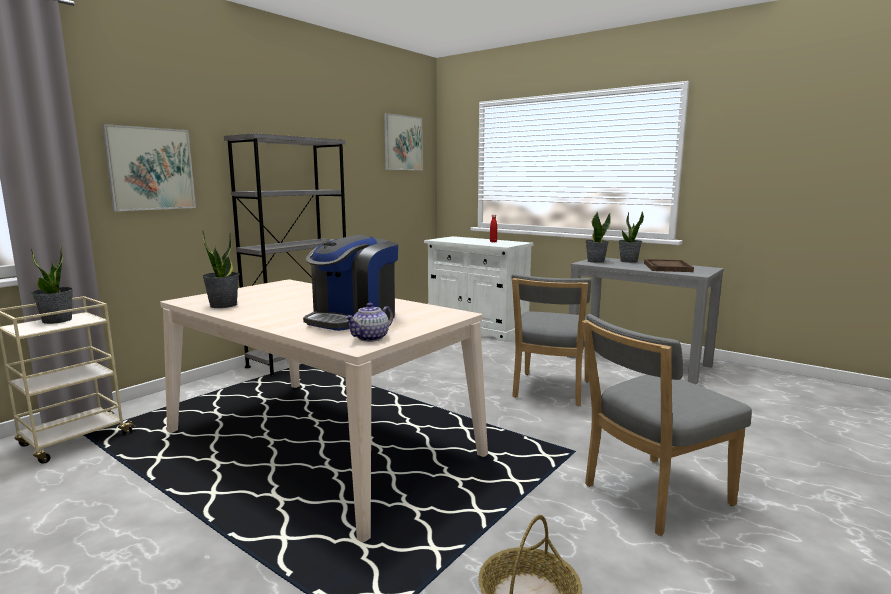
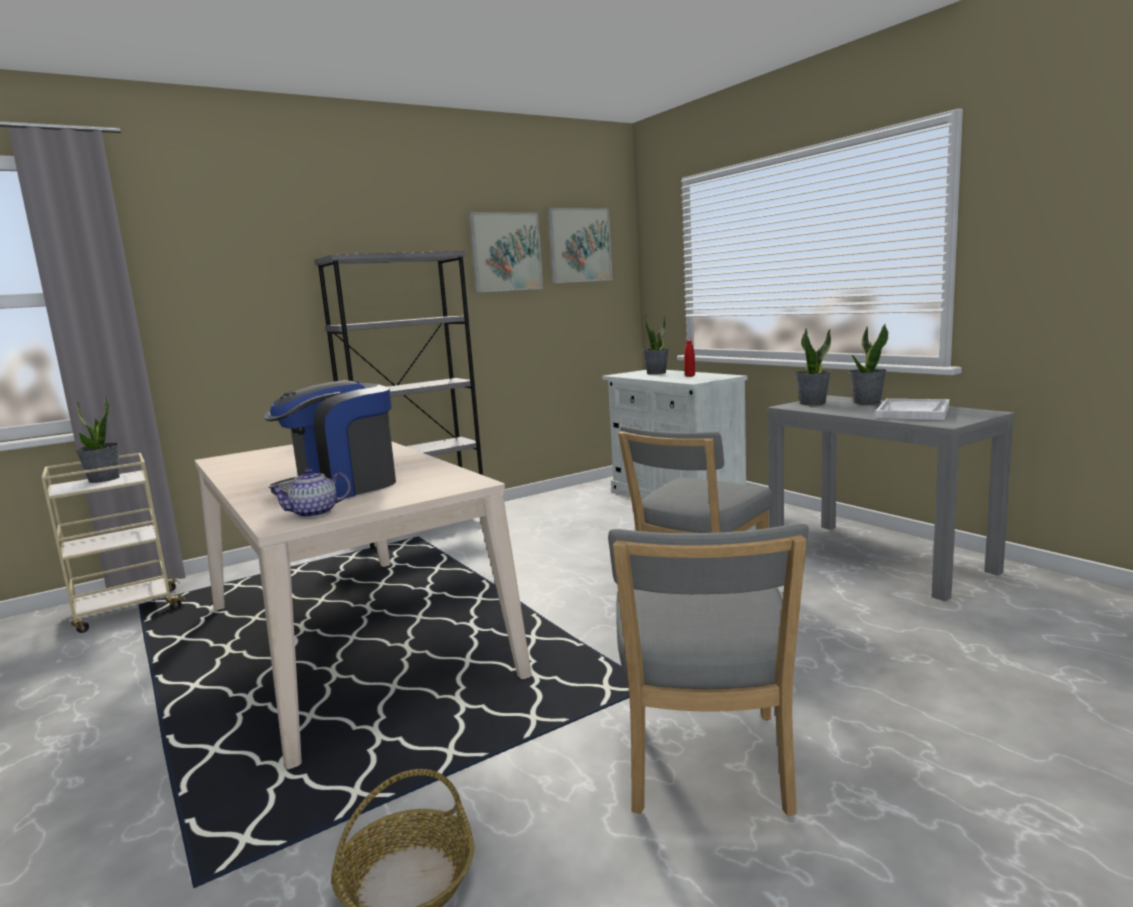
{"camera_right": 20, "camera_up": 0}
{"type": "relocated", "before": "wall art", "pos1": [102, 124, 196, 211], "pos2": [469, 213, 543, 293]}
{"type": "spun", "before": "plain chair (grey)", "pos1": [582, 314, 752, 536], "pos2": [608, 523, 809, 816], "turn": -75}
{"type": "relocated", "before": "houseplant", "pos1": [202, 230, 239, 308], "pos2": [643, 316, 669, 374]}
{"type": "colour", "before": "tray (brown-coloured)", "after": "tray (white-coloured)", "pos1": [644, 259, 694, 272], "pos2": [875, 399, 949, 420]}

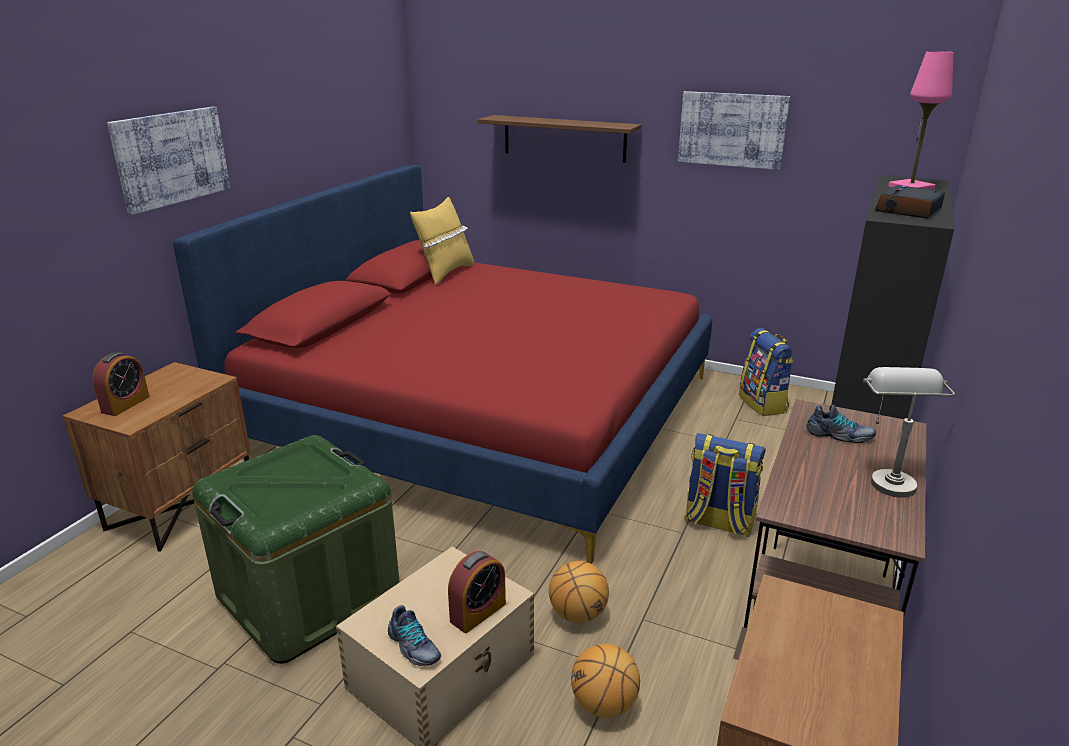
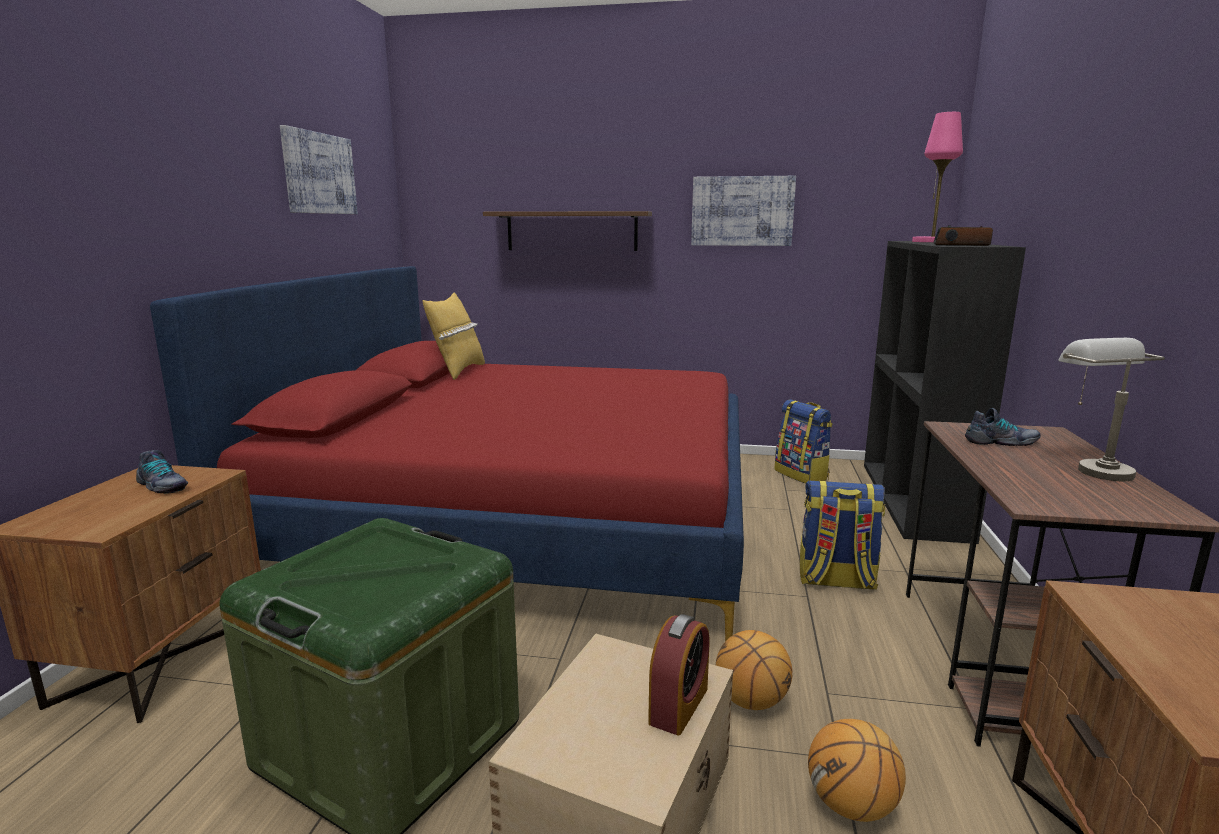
{"camera_right": -15, "camera_up": -10}
{"type": "relocated", "before": "shoe", "pos1": [388, 605, 441, 666], "pos2": [136, 450, 188, 494]}
{"type": "relocated", "before": "wall art", "pos1": [107, 107, 230, 215], "pos2": [280, 125, 358, 214]}
{"type": "missing", "before": "bedside clock", "pos1": [93, 352, 150, 416]}

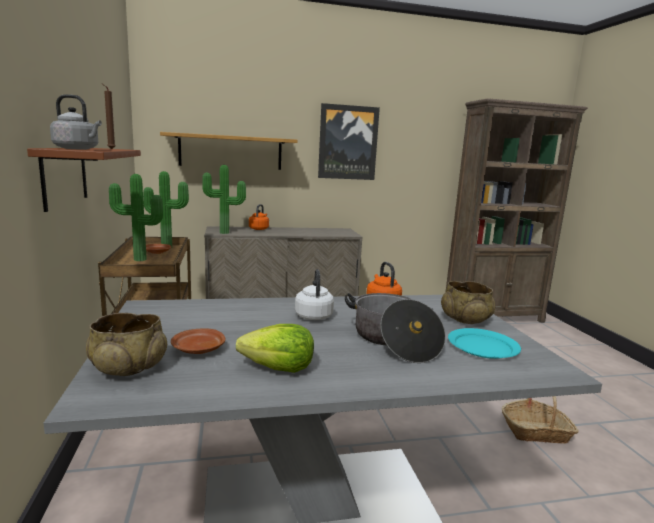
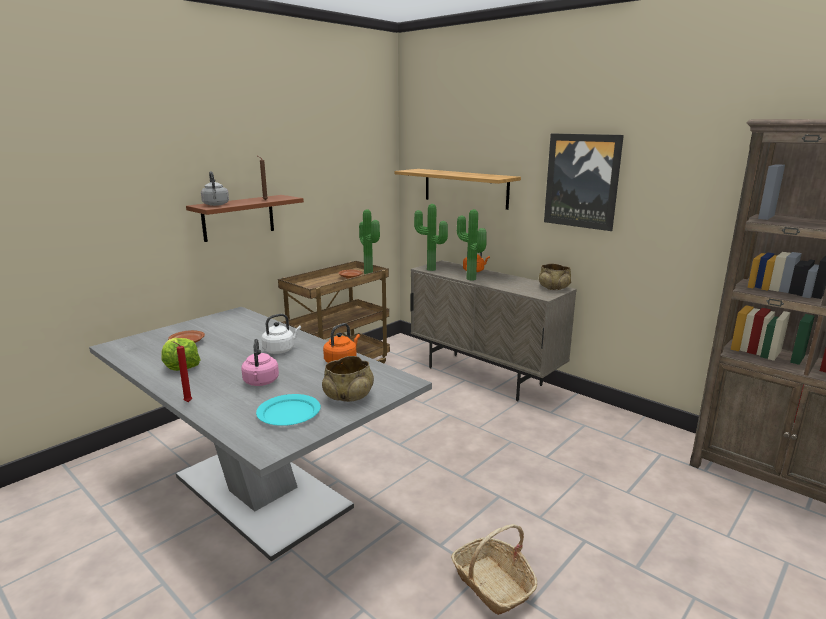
{"camera_right": 55, "camera_up": 5}
{"type": "appeared", "after": "candle (red)", "pos2": [172, 341, 192, 402]}
{"type": "exchanged", "before": "cooking pot", "after": "tea kettle (pink)", "pos1": [345, 293, 446, 363], "pos2": [241, 339, 279, 386]}
{"type": "relocated", "before": "houseplant", "pos1": [109, 174, 163, 261], "pos2": [457, 209, 487, 281]}
{"type": "relocated", "before": "serving bowl (sand-coloured)", "pos1": [86, 313, 167, 376], "pos2": [539, 264, 571, 290]}

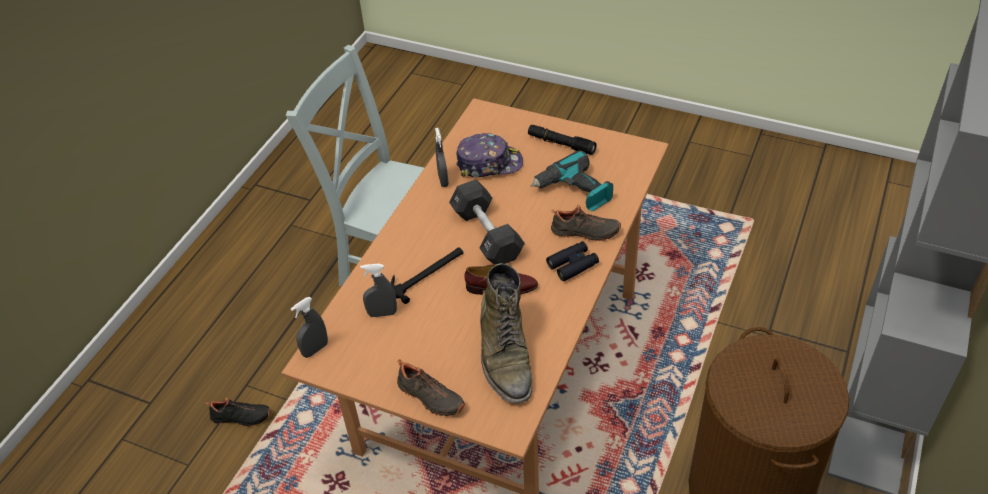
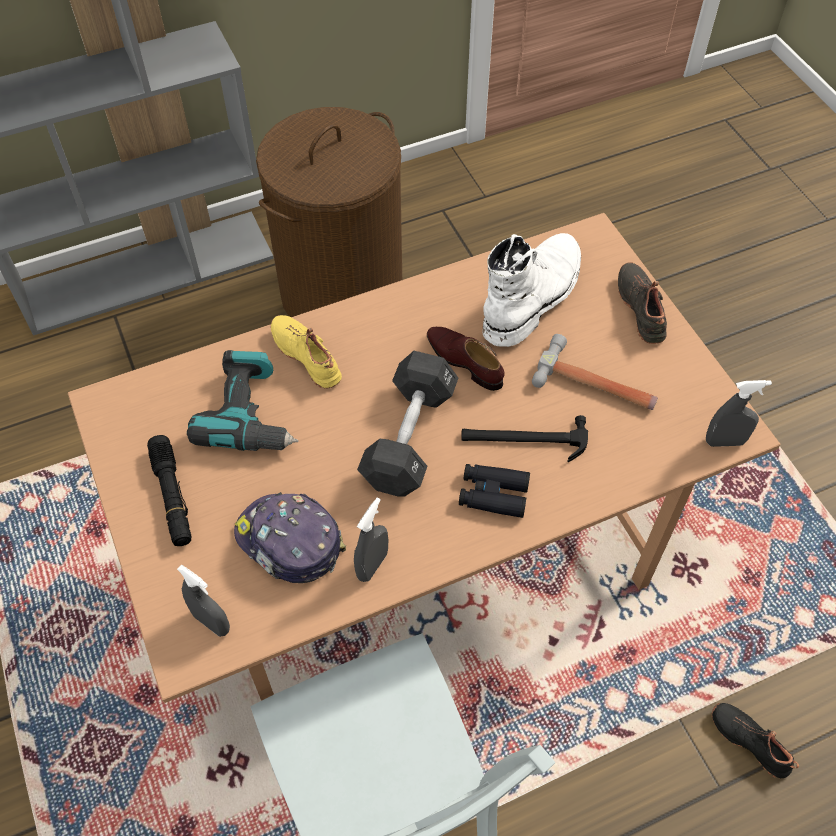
{"camera_right": -140, "camera_up": 10}
{"type": "relocated", "before": "hand sprayer (grey)", "pos1": [360, 264, 397, 317], "pos2": [177, 565, 230, 637]}
{"type": "colour", "before": "shoe (black-coloured)", "after": "shoe (yellowish)", "pos1": [551, 205, 621, 241], "pos2": [271, 315, 342, 389]}
{"type": "relocated", "before": "field glasses (black-coloured)", "pos1": [546, 241, 599, 281], "pos2": [459, 464, 530, 518]}
{"type": "colour", "before": "tall boot (green-coloured)", "after": "tall boot (white-coloured)", "pos1": [480, 263, 532, 403], "pos2": [482, 233, 581, 347]}
{"type": "appeared", "after": "tool hammer", "pos2": [532, 334, 658, 410]}

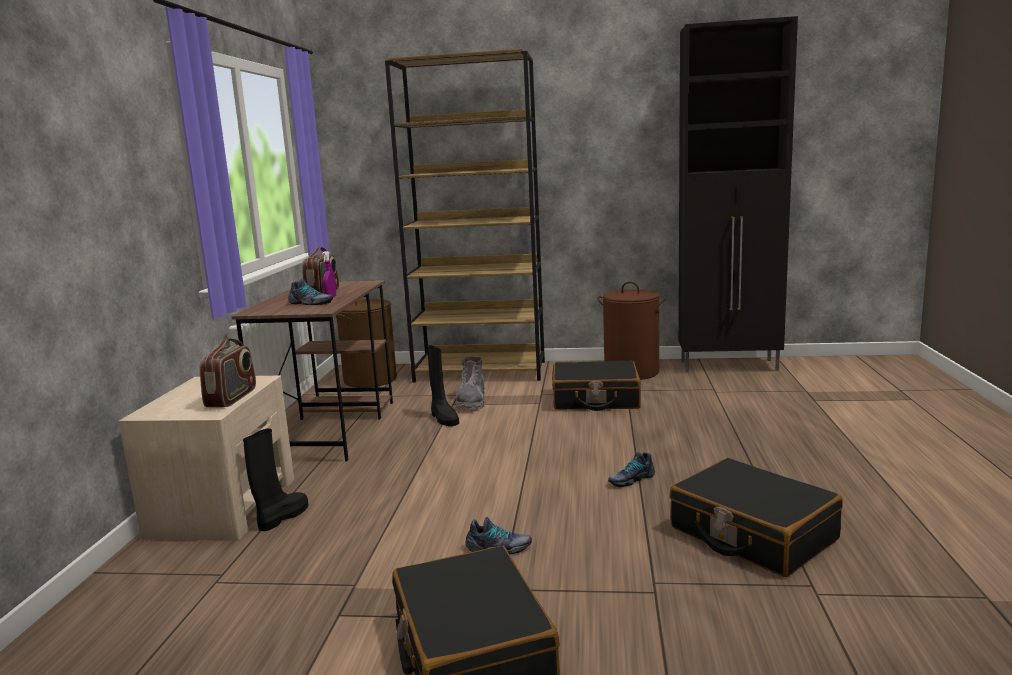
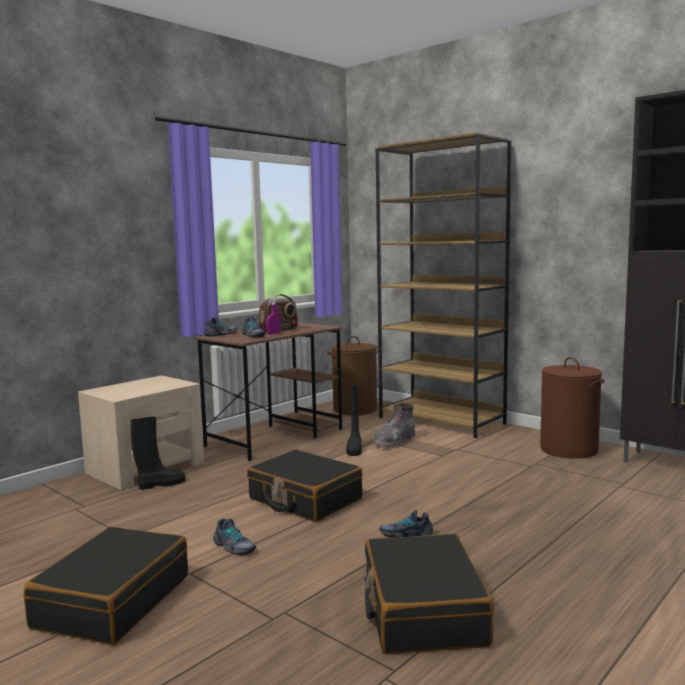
{"camera_right": 35, "camera_up": -5}
{"type": "appeared", "after": "shoe", "pos2": [204, 317, 237, 337]}
{"type": "relocated", "before": "travel case (black-coloured)", "pos1": [552, 361, 641, 411], "pos2": [247, 450, 363, 522]}
{"type": "missing", "before": "radio set", "pos1": [200, 338, 256, 407]}

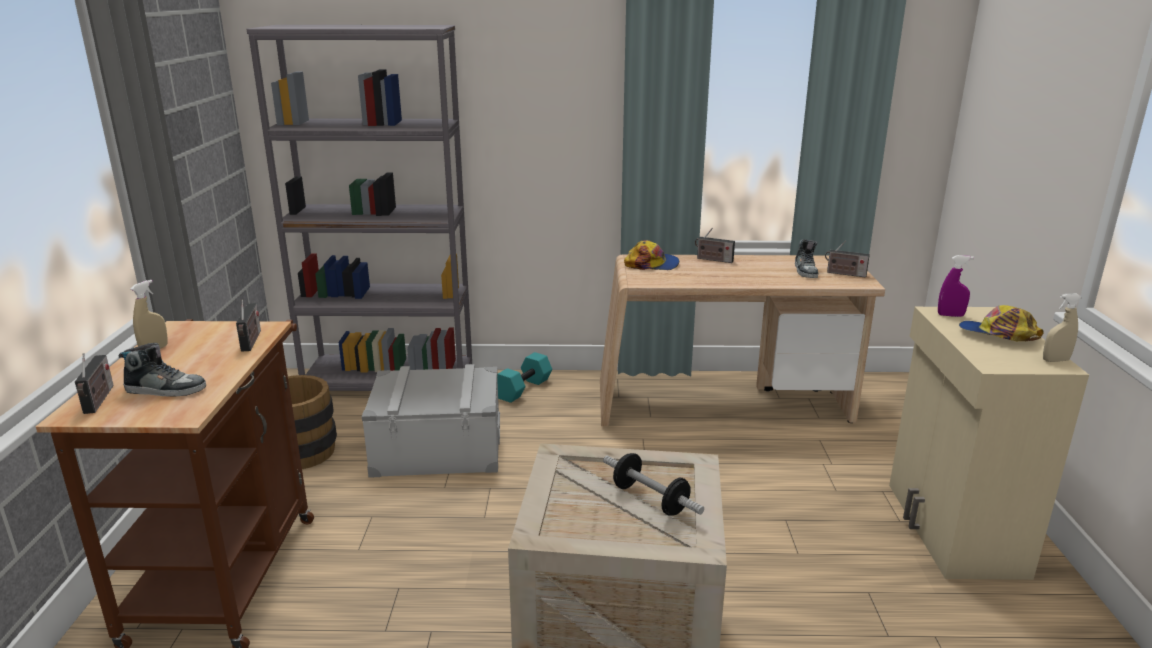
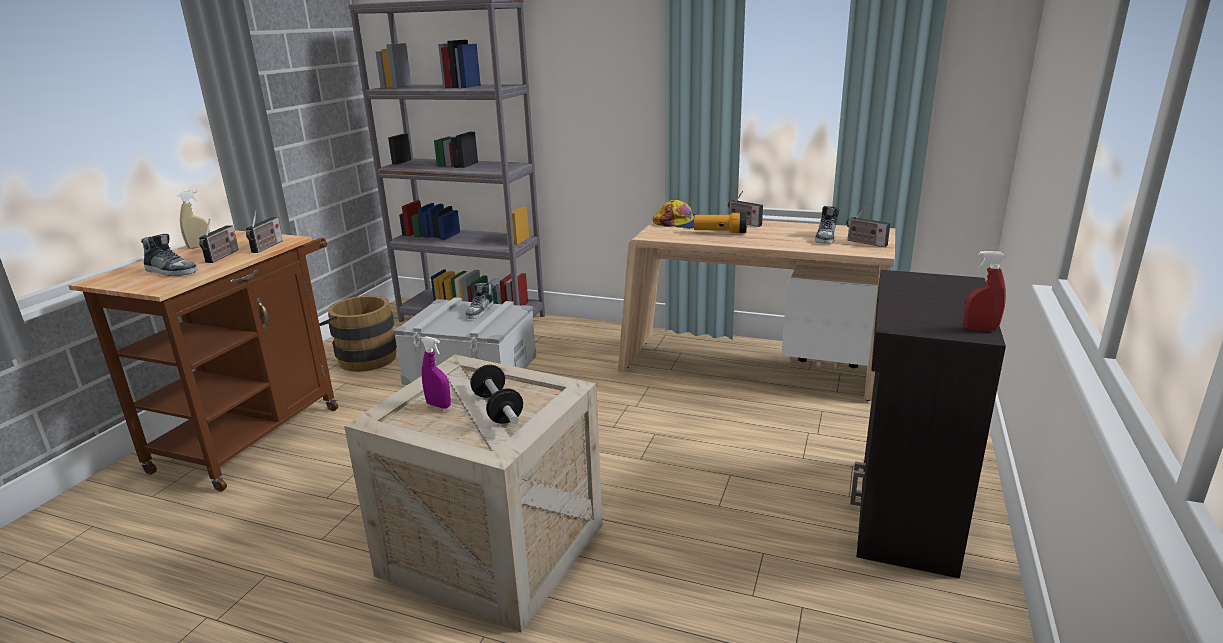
{"camera_right": 20, "camera_up": 0}
{"type": "relocated", "before": "radio set", "pos1": [75, 353, 114, 414], "pos2": [199, 219, 239, 263]}
{"type": "relocated", "before": "hand sprayer (purple)", "pos1": [938, 255, 974, 317], "pos2": [421, 336, 451, 409]}
{"type": "appeared", "after": "shoe", "pos2": [466, 283, 493, 319]}
{"type": "appeared", "after": "flashlight", "pos2": [694, 213, 747, 233]}
{"type": "colour", "before": "cupboard (sand-coloured)", "after": "cupboard (black-coloured)", "pos1": [889, 307, 1089, 580], "pos2": [850, 270, 1006, 578]}
{"type": "colour", "before": "hand sprayer (sand-coloured)", "after": "hand sprayer (red)", "pos1": [1043, 293, 1082, 362], "pos2": [963, 251, 1007, 331]}
{"type": "missing", "before": "hand weight (turquoise-coloured)", "pos1": [497, 352, 552, 403]}
{"type": "missing", "before": "cap", "pos1": [959, 305, 1044, 342]}

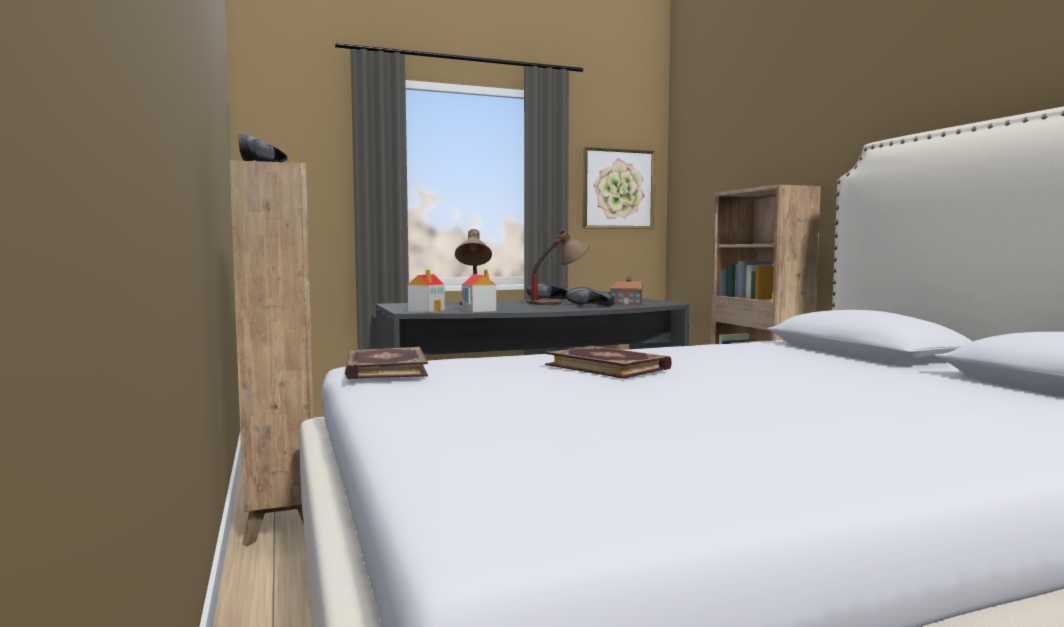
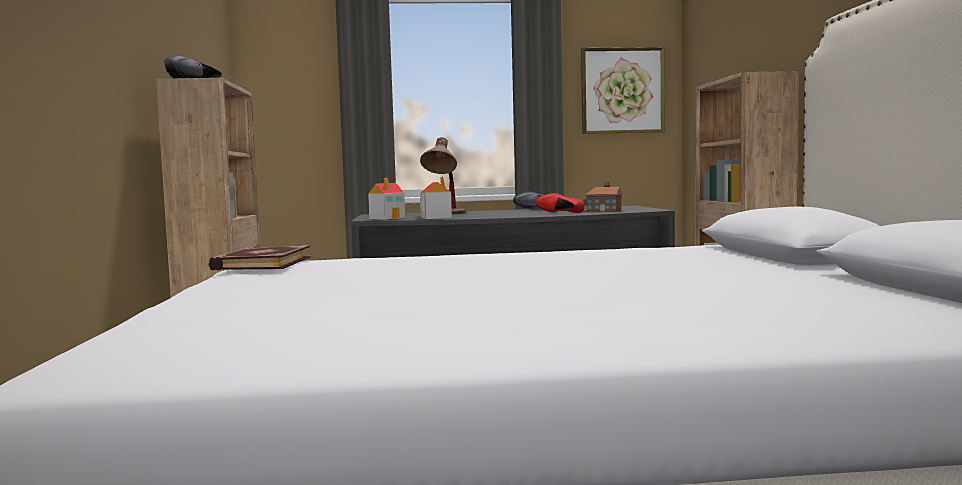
{"camera_right": 15, "camera_up": 0}
{"type": "colour", "before": "shoe (black-coloured)", "after": "shoe (red)", "pos1": [566, 287, 615, 306], "pos2": [536, 193, 585, 213]}
{"type": "missing", "before": "lamp for a table", "pos1": [526, 231, 589, 305]}
{"type": "missing", "before": "bound book", "pos1": [545, 346, 672, 379]}

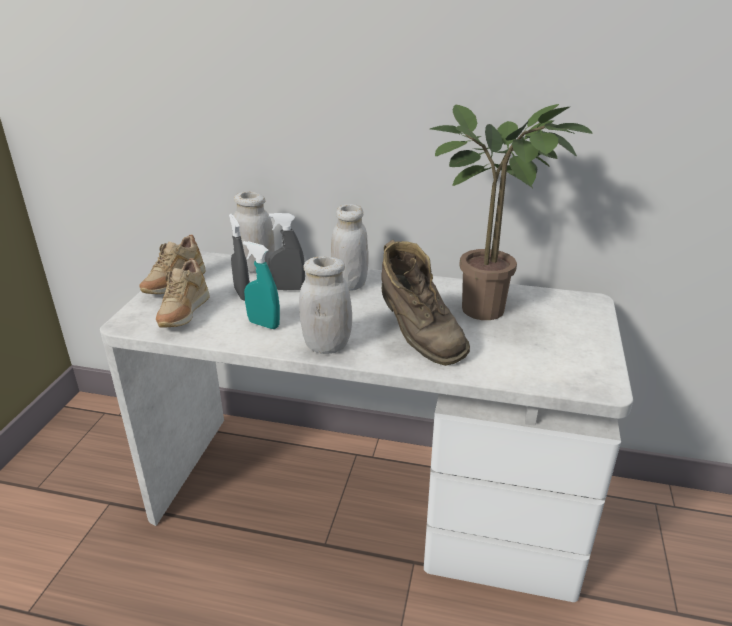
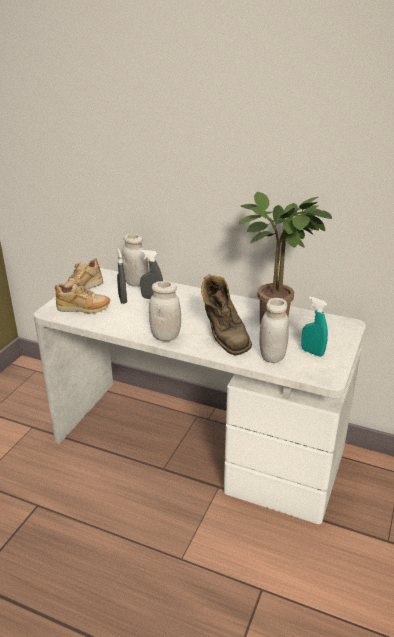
{"camera_right": 10, "camera_up": 0}
{"type": "spun", "before": "shoe (sand-coloured)", "pos1": [156, 258, 210, 327], "pos2": [55, 282, 110, 314], "turn": -105}
{"type": "relocated", "before": "preserve jar (white-coloured)", "pos1": [331, 204, 369, 291], "pos2": [259, 298, 289, 363]}
{"type": "relocated", "before": "hand sprayer (turquoise-coloured)", "pos1": [243, 241, 280, 329], "pos2": [302, 297, 328, 357]}

